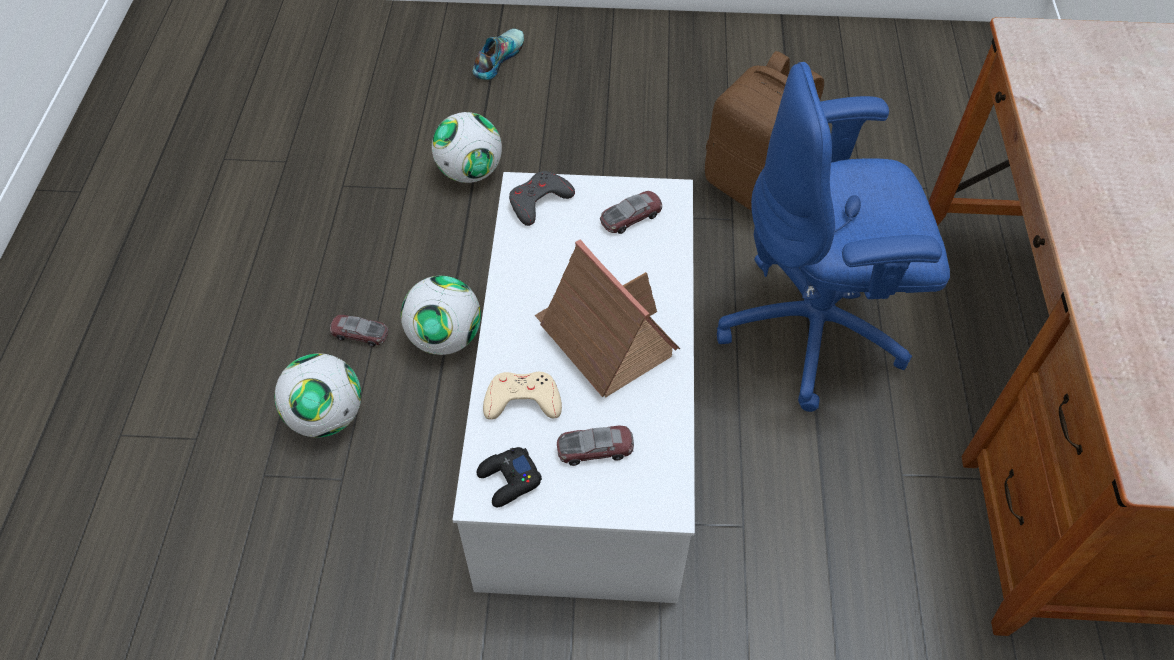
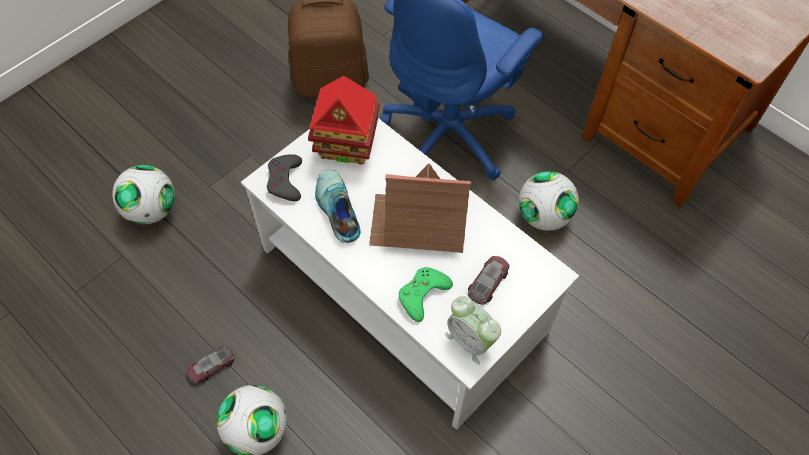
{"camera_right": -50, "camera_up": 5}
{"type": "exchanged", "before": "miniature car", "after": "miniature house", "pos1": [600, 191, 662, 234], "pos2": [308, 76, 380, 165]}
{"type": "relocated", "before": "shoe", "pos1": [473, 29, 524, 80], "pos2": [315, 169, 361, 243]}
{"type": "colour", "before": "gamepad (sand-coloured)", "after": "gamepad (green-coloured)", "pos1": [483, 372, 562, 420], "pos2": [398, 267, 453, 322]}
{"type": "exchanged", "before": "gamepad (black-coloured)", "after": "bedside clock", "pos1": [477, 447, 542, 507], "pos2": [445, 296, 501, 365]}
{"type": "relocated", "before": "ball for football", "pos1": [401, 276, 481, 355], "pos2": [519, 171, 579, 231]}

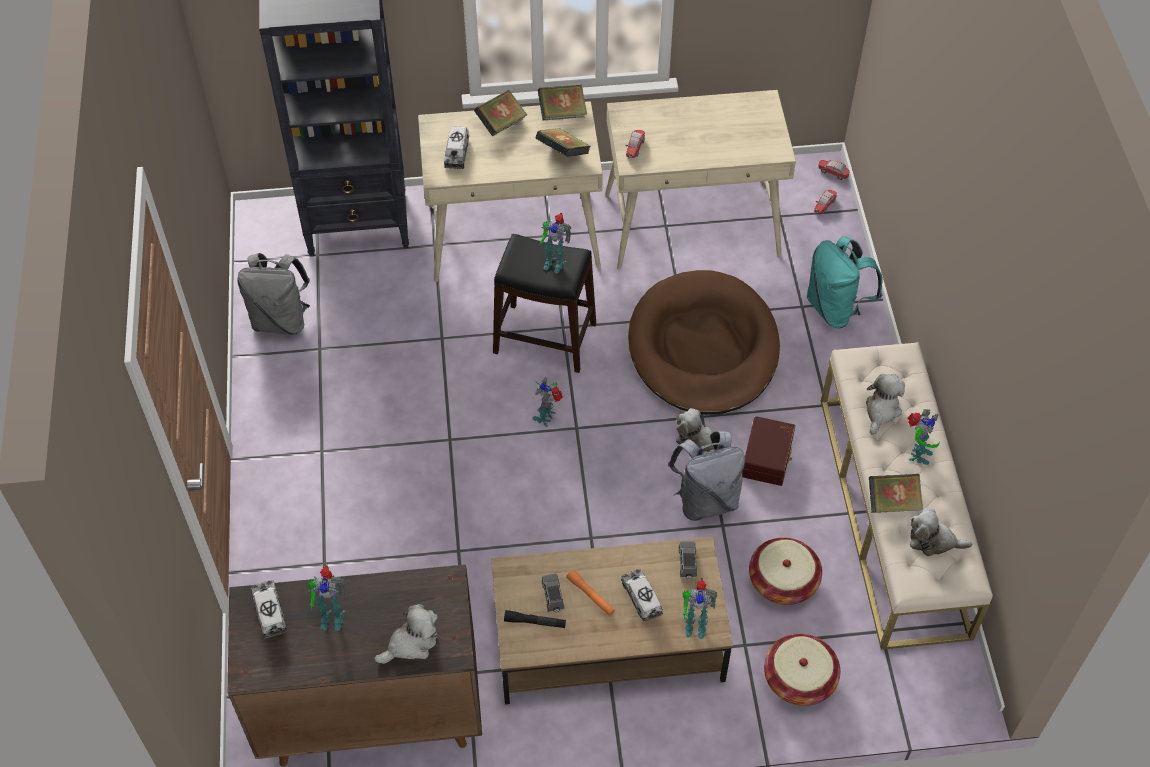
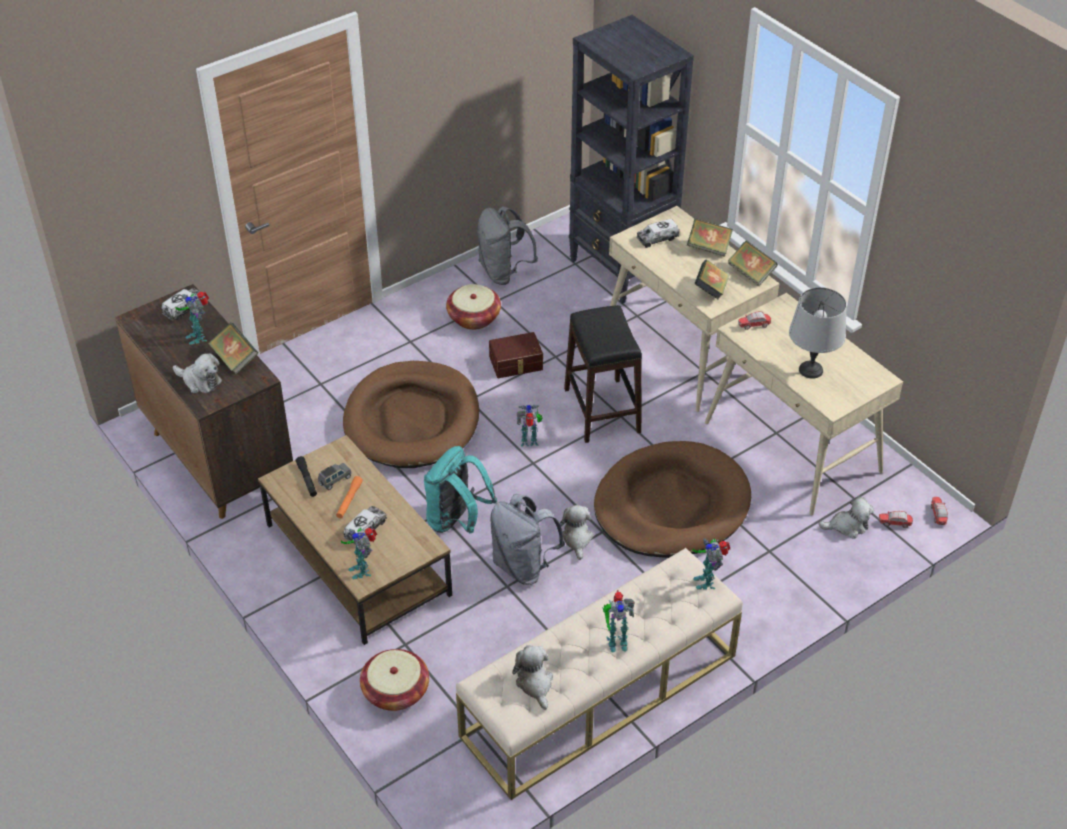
{"camera_right": 60, "camera_up": -10}
{"type": "relocated", "before": "bound book", "pos1": [869, 474, 923, 513], "pos2": [208, 323, 258, 374]}
{"type": "appeared", "after": "dog bed (brown-coloured)", "pos2": [343, 361, 479, 468]}
{"type": "relocated", "before": "rucksack (turquoise-coloured)", "pos1": [807, 236, 883, 328], "pos2": [424, 446, 497, 533]}
{"type": "relocated", "before": "basket", "pos1": [749, 537, 822, 605], "pos2": [446, 284, 501, 330]}
{"type": "relocated", "before": "storage container (brown-coloured)", "pos1": [742, 416, 795, 486], "pos2": [489, 332, 543, 378]}
{"type": "relocated", "before": "toy robot", "pos1": [539, 213, 571, 274], "pos2": [692, 538, 730, 590]}
{"type": "appeared", "after": "lamp for a table (grey)", "pos2": [789, 287, 847, 379]}
{"type": "relocated", "before": "soft toy", "pos1": [866, 374, 905, 434], "pos2": [818, 497, 874, 538]}
{"type": "missing", "before": "miniature car (grey)", "pos1": [679, 542, 697, 579]}

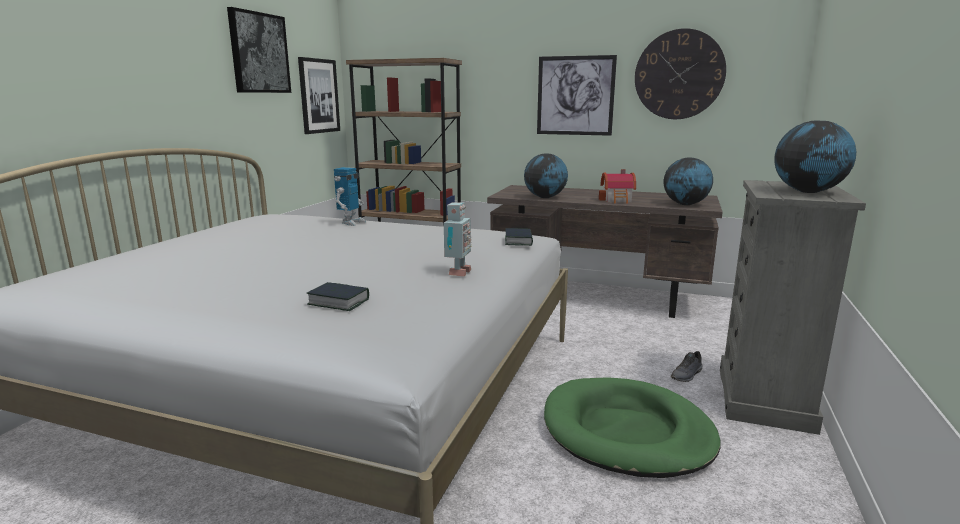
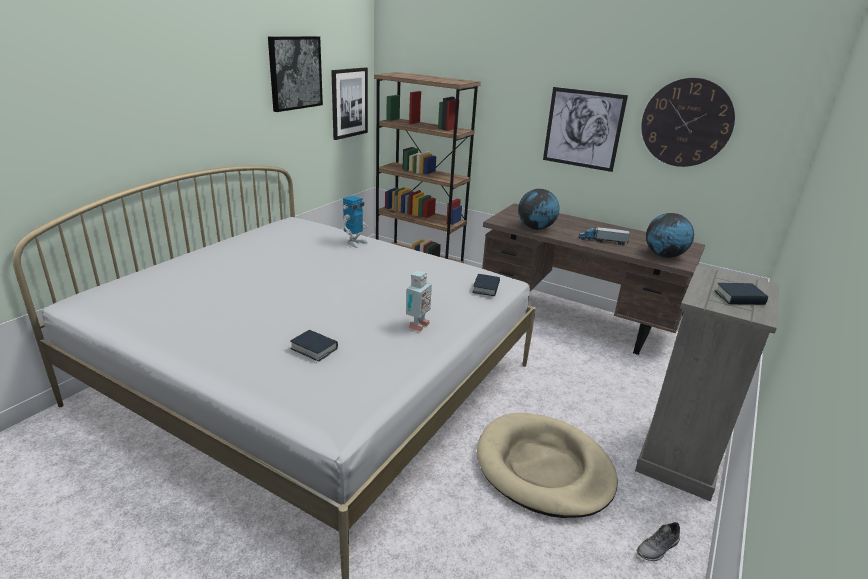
{"camera_right": 10, "camera_up": 10}
{"type": "colour", "before": "dog bed (green-coloured)", "after": "dog bed (sand-coloured)", "pos1": [544, 377, 721, 478], "pos2": [477, 413, 618, 518]}
{"type": "exchanged", "before": "miniature house", "after": "toy truck", "pos1": [599, 169, 636, 204], "pos2": [579, 226, 630, 245]}
{"type": "relocated", "before": "shoe (grey)", "pos1": [671, 351, 702, 382], "pos2": [637, 522, 680, 561]}
{"type": "exchanged", "before": "globe", "after": "bound book", "pos1": [774, 121, 856, 193], "pos2": [714, 283, 768, 305]}

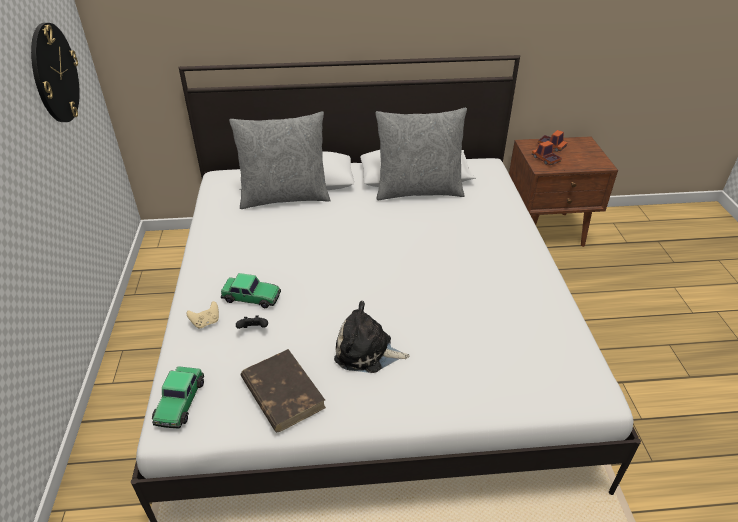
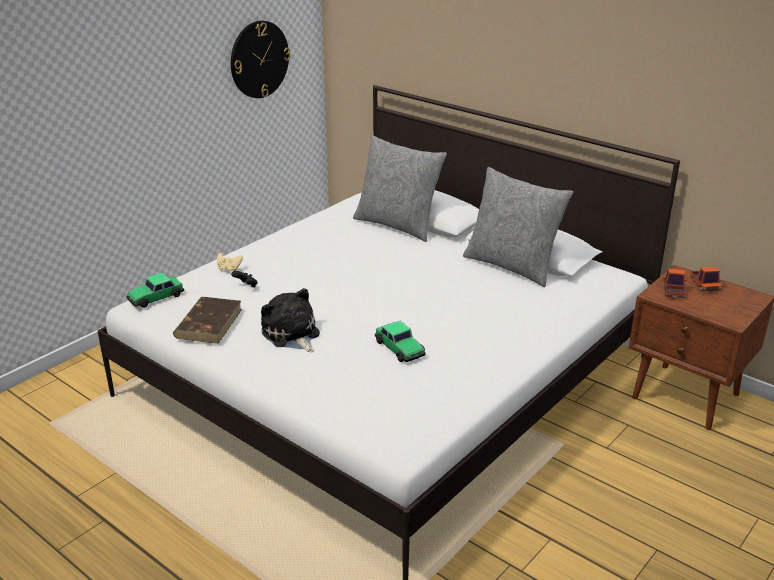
{"camera_right": 45, "camera_up": -10}
{"type": "relocated", "before": "miniature car", "pos1": [221, 273, 281, 308], "pos2": [375, 321, 426, 362]}

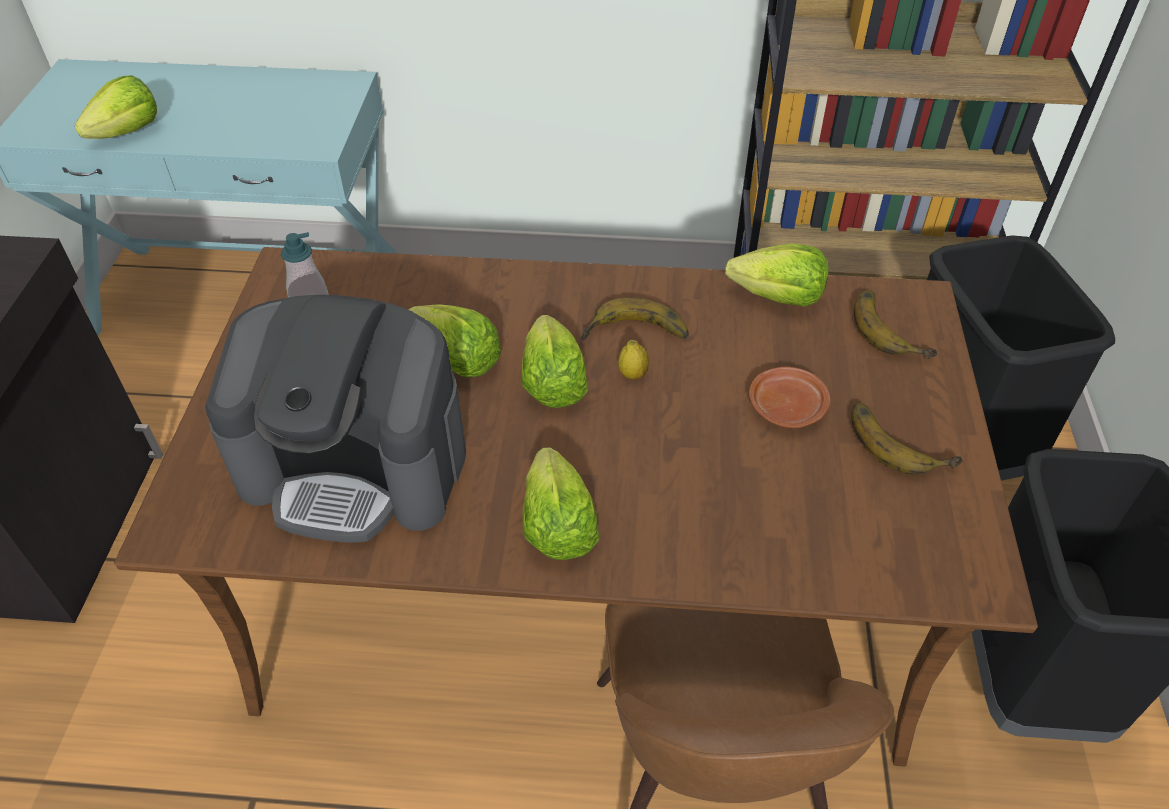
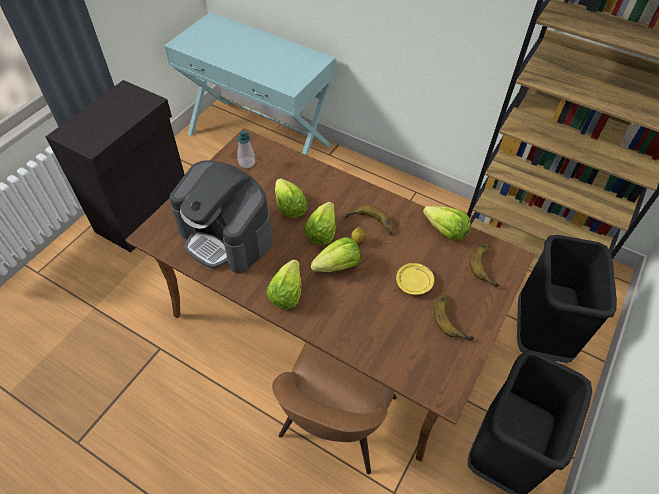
{"camera_right": 25, "camera_up": 5}
{"type": "relocated", "before": "head of lettuce", "pos1": [75, 75, 157, 139], "pos2": [311, 237, 360, 272]}
{"type": "colour", "before": "plate (brown-coloured)", "after": "plate (yellowish)", "pos1": [749, 367, 830, 428], "pos2": [396, 263, 434, 295]}

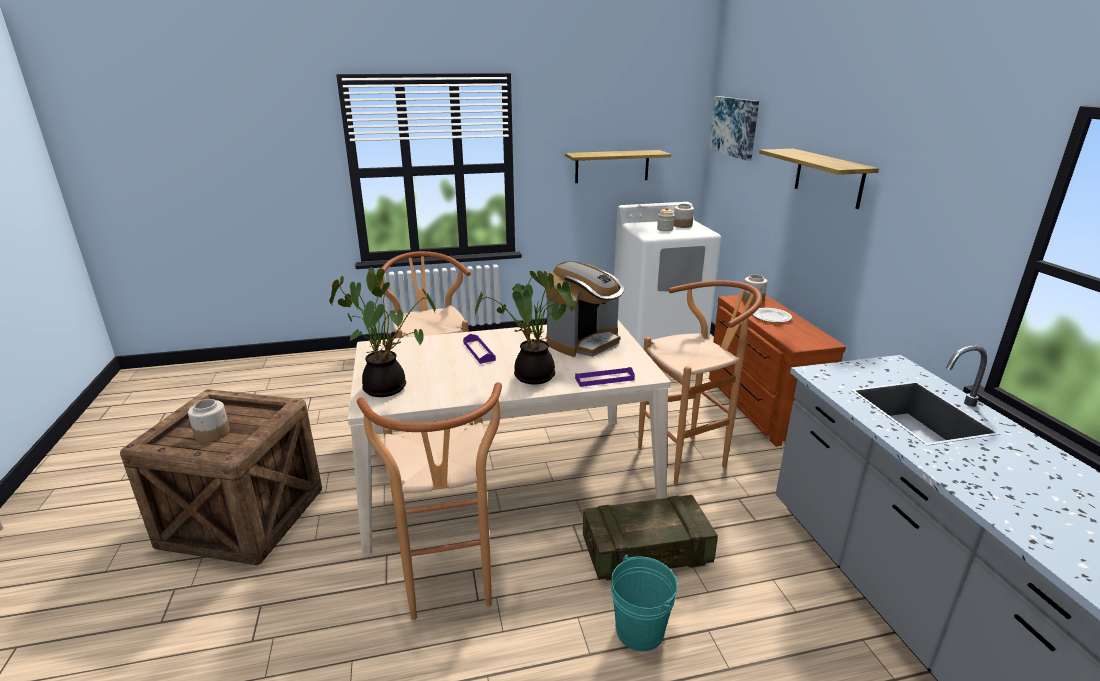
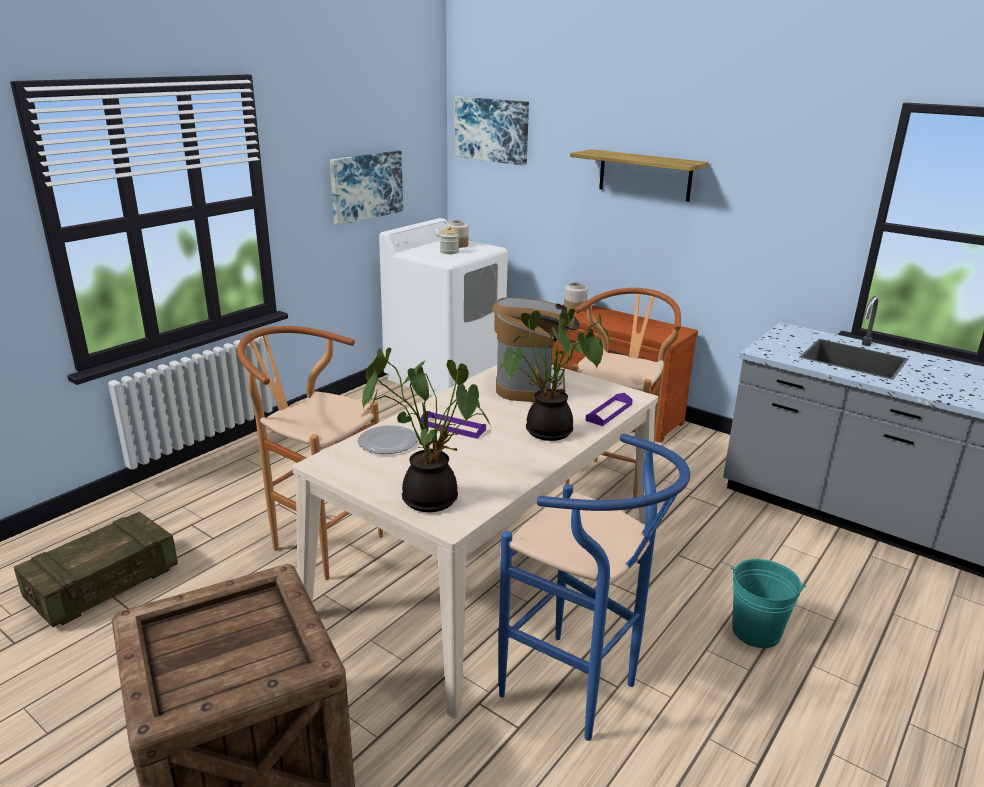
{"camera_right": -40, "camera_up": 0}
{"type": "relocated", "before": "crate", "pos1": [583, 495, 718, 580], "pos2": [14, 511, 178, 627]}
{"type": "exchanged", "before": "shelf", "after": "wall art", "pos1": [565, 150, 671, 183], "pos2": [330, 150, 403, 225]}
{"type": "relocated", "before": "plate", "pos1": [753, 308, 792, 323], "pos2": [358, 425, 418, 454]}
{"type": "colour", "before": "stool (brown-coloured)", "after": "stool (bluish)", "pos1": [357, 382, 502, 620], "pos2": [499, 434, 690, 741]}
{"type": "missing", "before": "preserve jar", "pos1": [188, 399, 230, 442]}

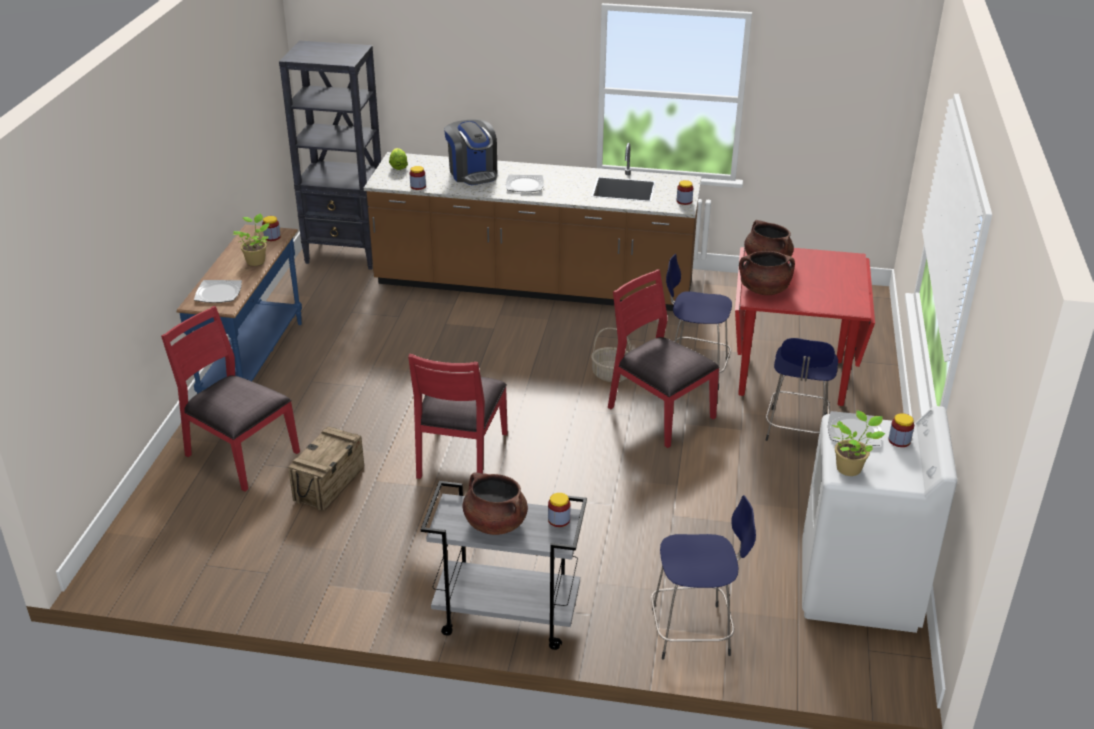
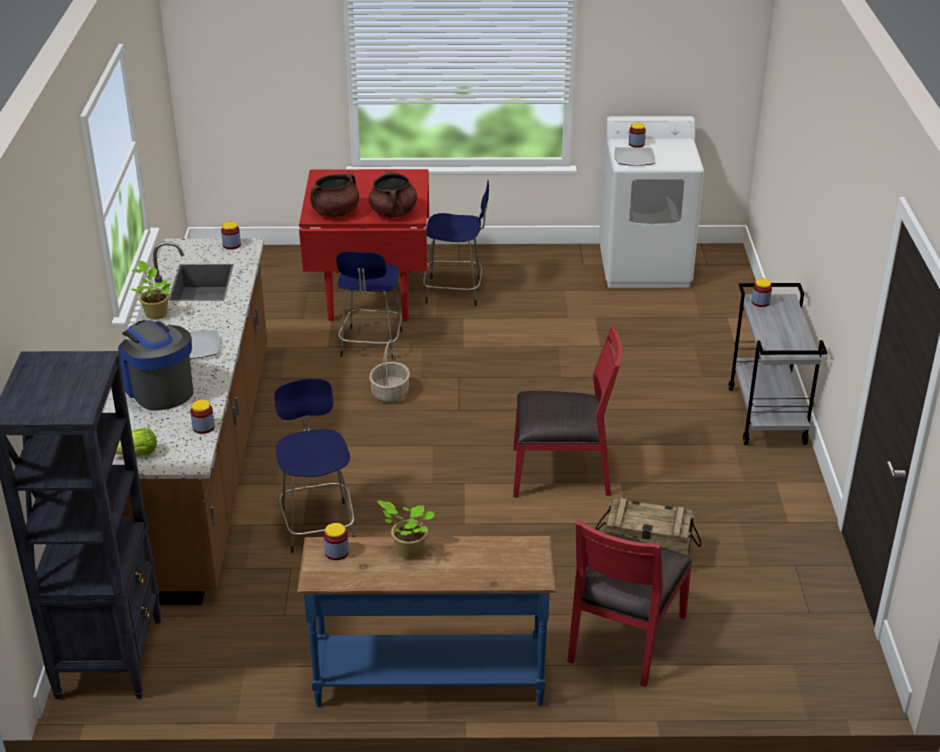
{"camera_right": -100, "camera_up": 0}
{"type": "spun", "before": "coffee maker", "pos1": [444, 120, 497, 185], "pos2": [118, 320, 193, 410], "turn": -90}
{"type": "relocated", "before": "houseplant", "pos1": [832, 410, 886, 476], "pos2": [131, 261, 172, 320]}
{"type": "relocated", "before": "stool (bluish)", "pos1": [651, 495, 756, 660], "pos2": [274, 379, 355, 553]}
{"type": "missing", "before": "plate", "pos1": [194, 280, 242, 303]}
{"type": "missing", "before": "cooking pot (brown-coloured)", "pos1": [463, 472, 528, 535]}
{"type": "missing", "before": "plain chair (red)", "pos1": [608, 269, 719, 448]}

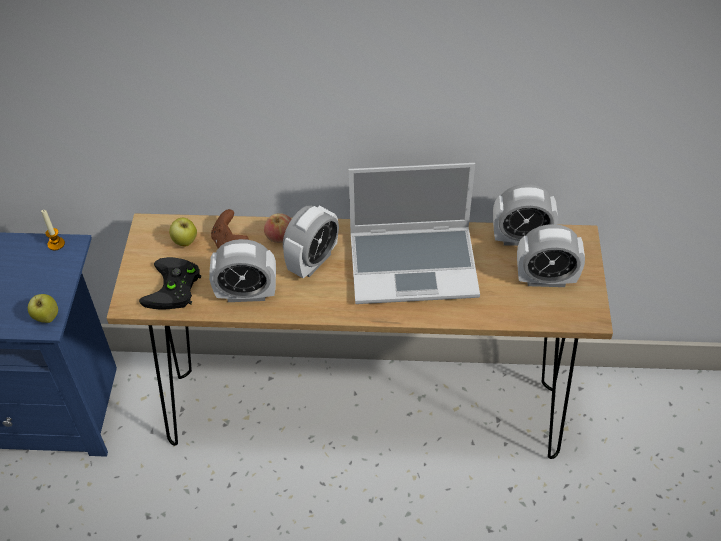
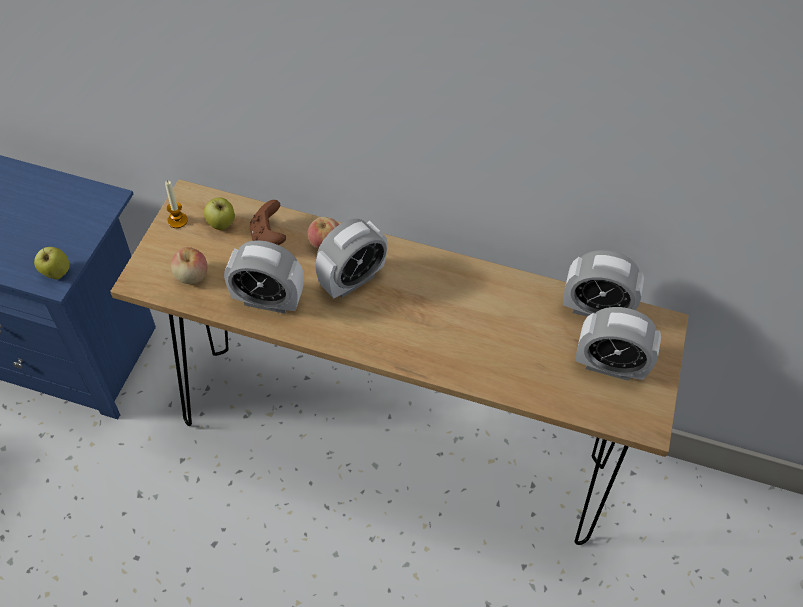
{"camera_right": 10, "camera_up": 5}
{"type": "relocated", "before": "candle", "pos1": [41, 210, 65, 250], "pos2": [165, 181, 188, 228]}
{"type": "exchanged", "before": "gamepad (black-coloured)", "after": "whole apple", "pos1": [139, 257, 201, 310], "pos2": [171, 247, 208, 284]}
{"type": "missing", "before": "laptop", "pos1": [349, 163, 480, 304]}

